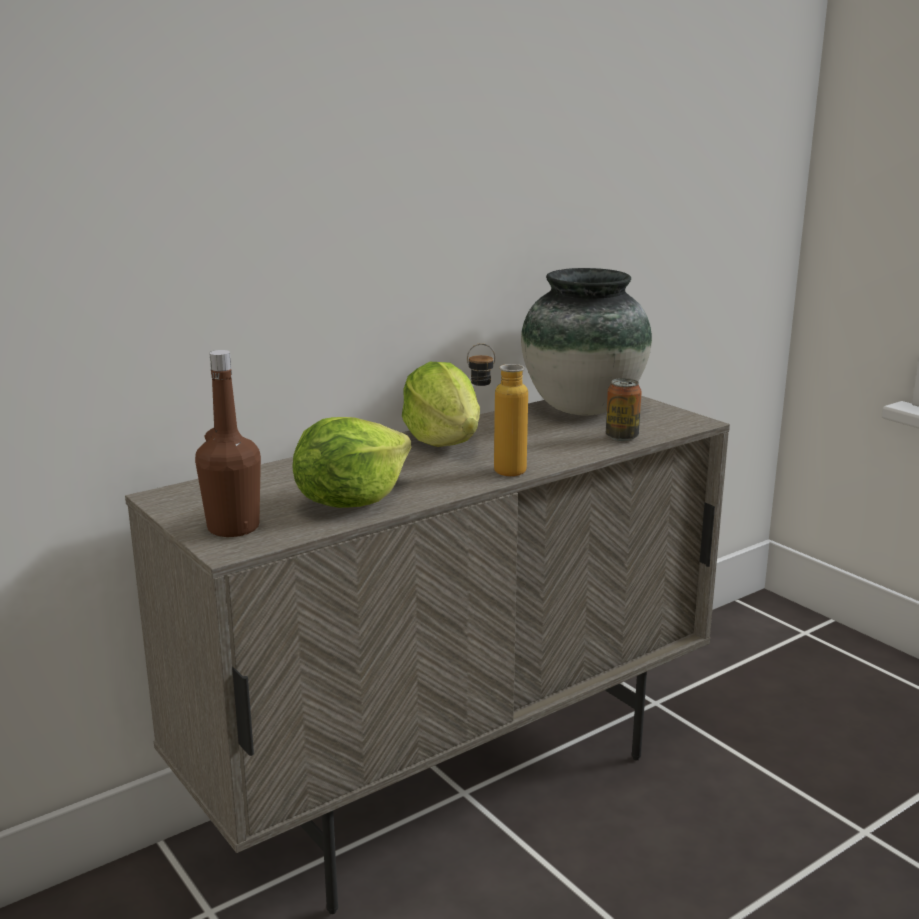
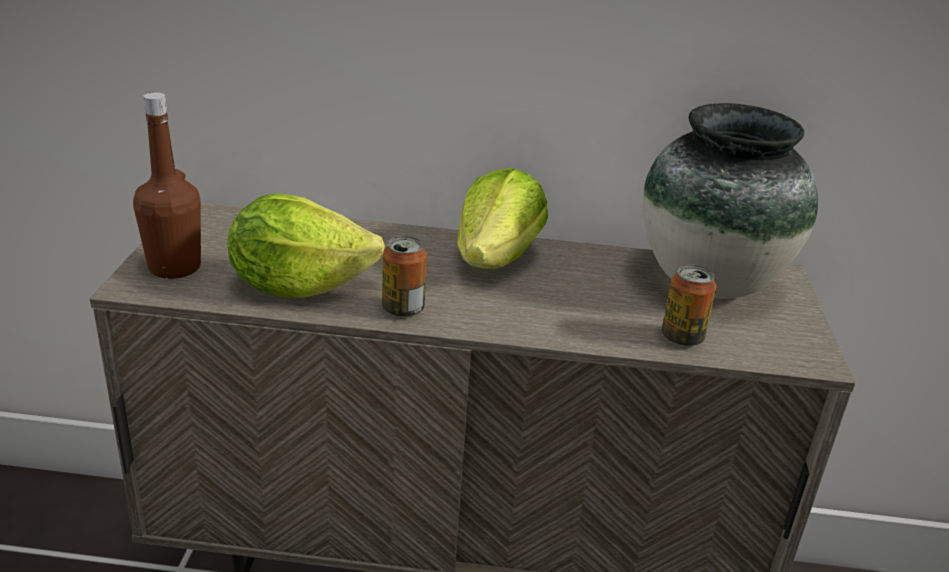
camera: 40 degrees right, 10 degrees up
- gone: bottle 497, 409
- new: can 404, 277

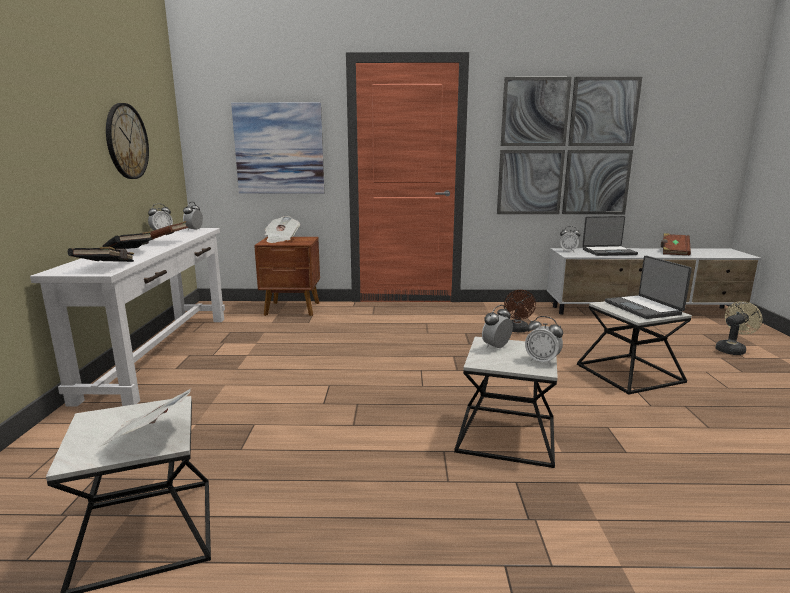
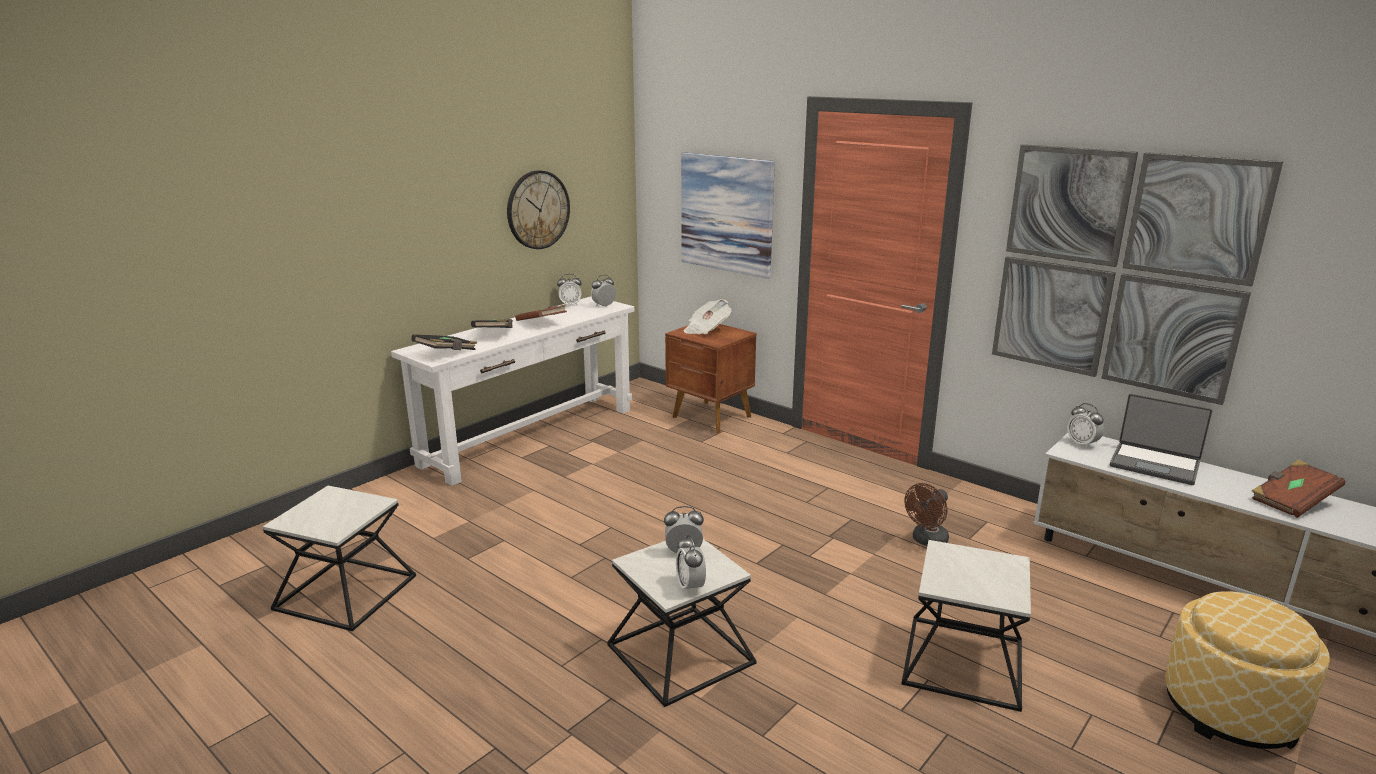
camera: 40 degrees right, 5 degrees up
- gone: laptop 648, 287
- swapped: fan/beige 739, 328 to ottoman 1247, 670
- gone: newspaper 145, 417

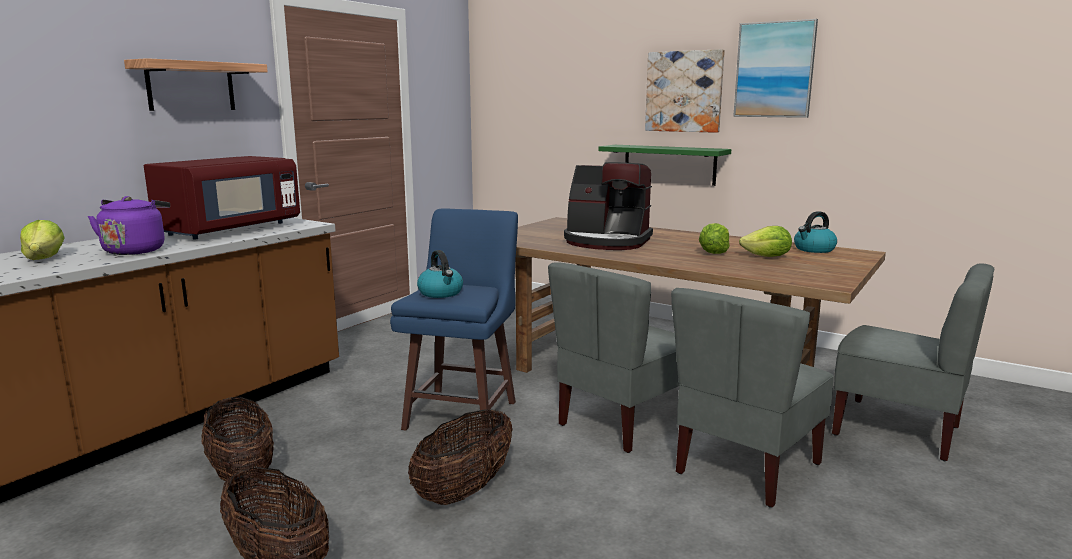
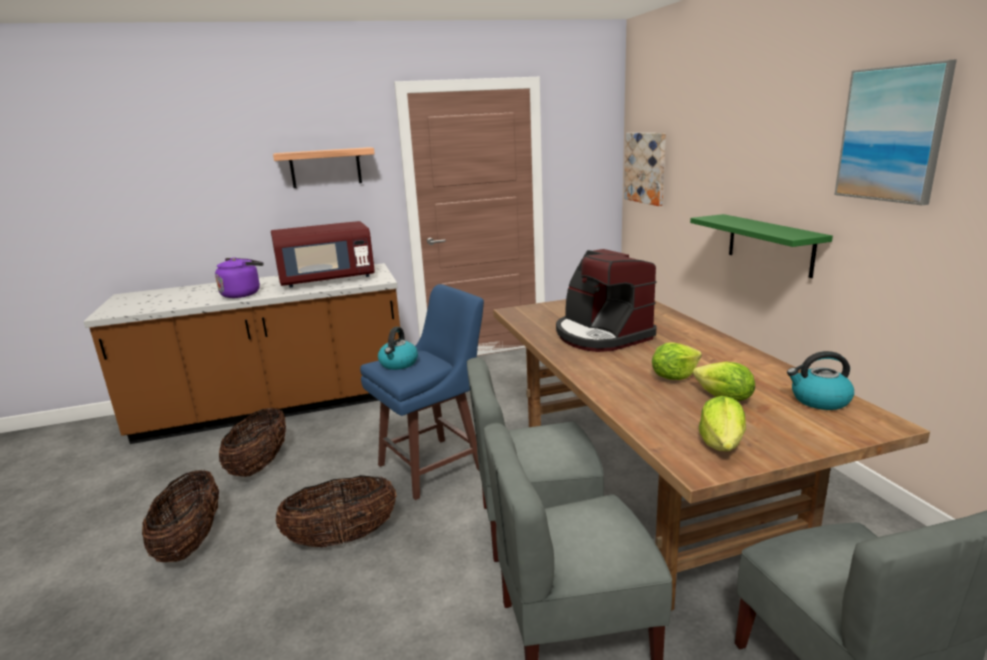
camera: 40 degrees right, 5 degrees up
- shifted: picture 685, 91 to 645, 169
- shifted: lettuce 42, 240 to 722, 423

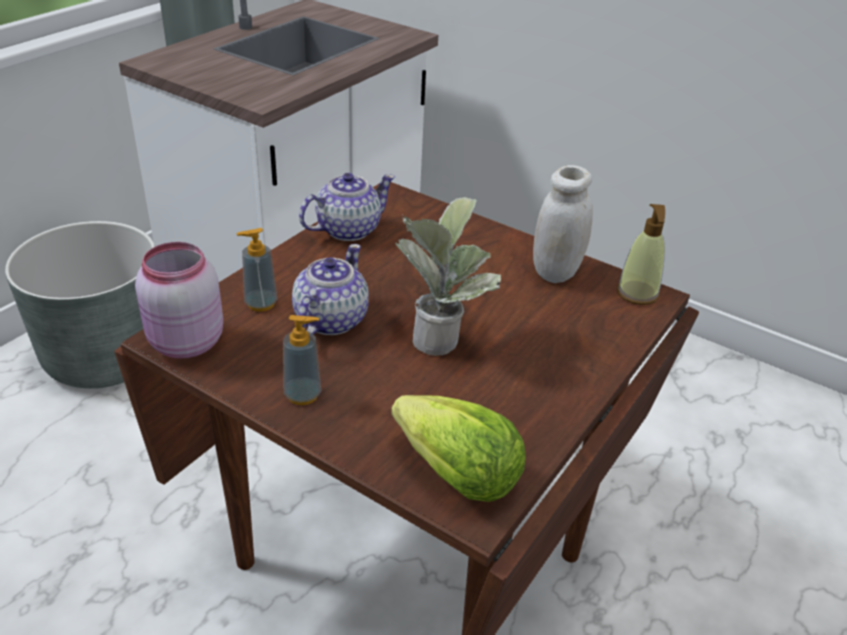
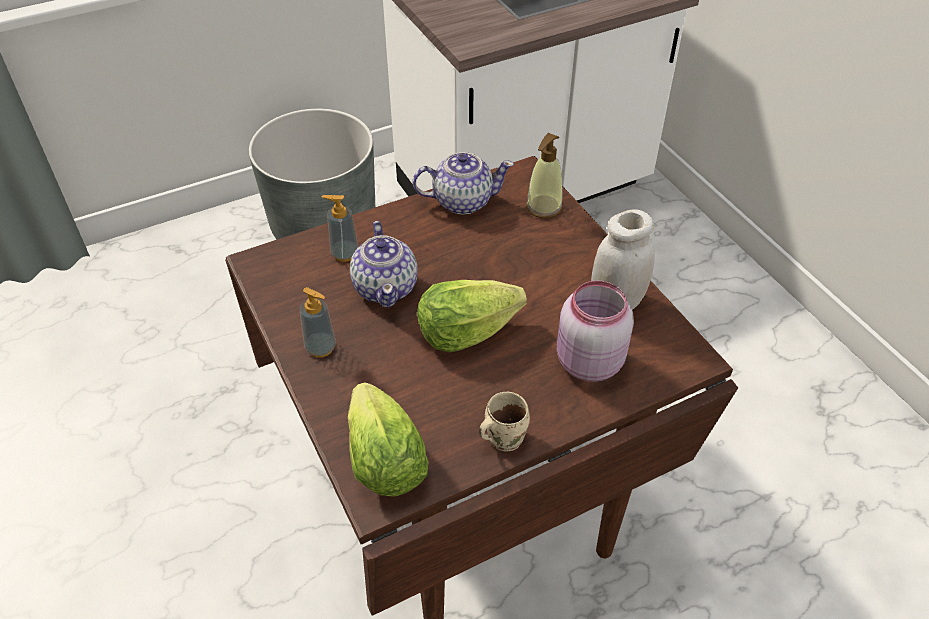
camera: 30 degrees right, 10 degrees up
- swapped: potted plant 448, 276 to lettuce 472, 316
- shifted: soap dispenser 640, 254 to 544, 175
- shifted: jar/pink 179, 300 to 595, 331
- rotated: teapot 330, 289 = 384, 264 120 degrees clockwise
- new: mug/beige 504, 421

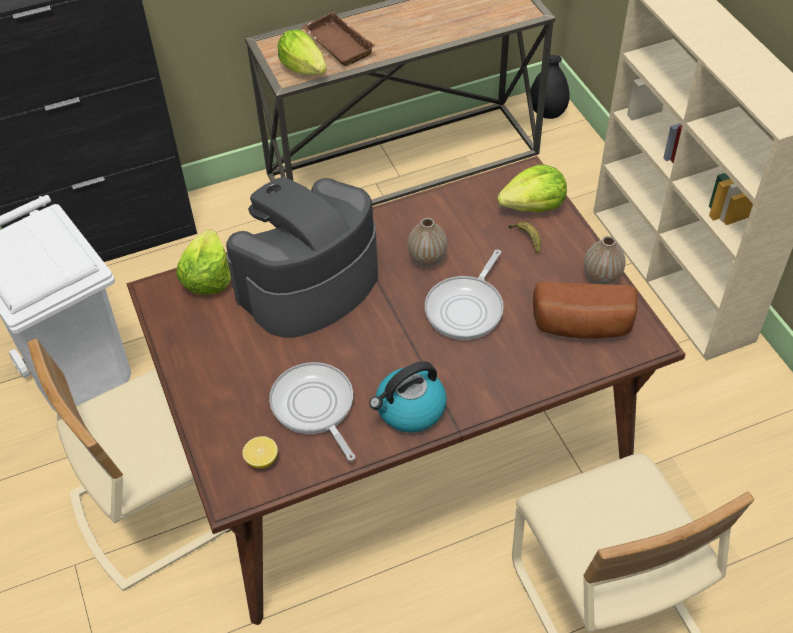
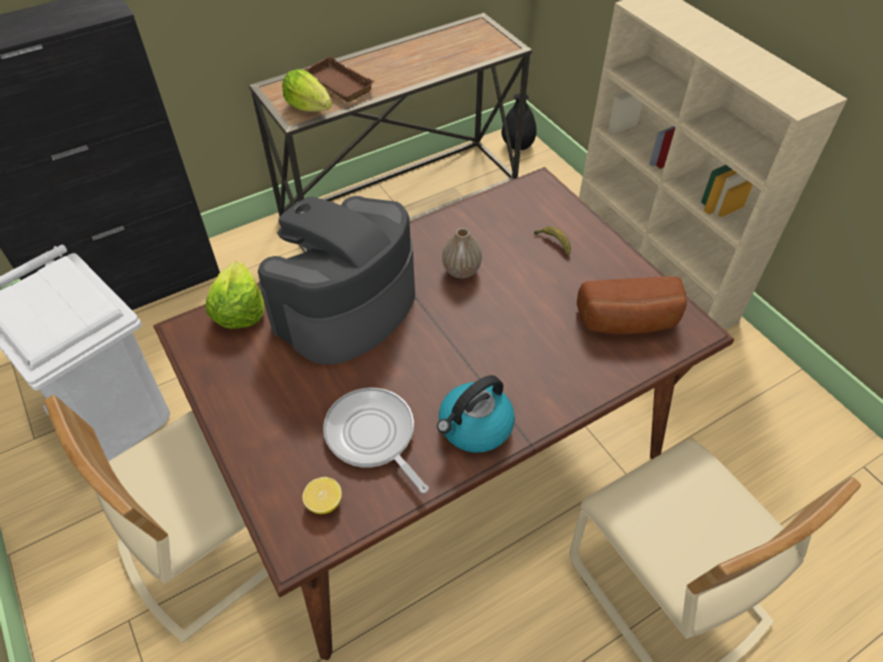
camera: 10 degrees left, 0 degrees up
- gone: lettuce 532, 188
- gone: vase 605, 260
- gone: frying pan 464, 295

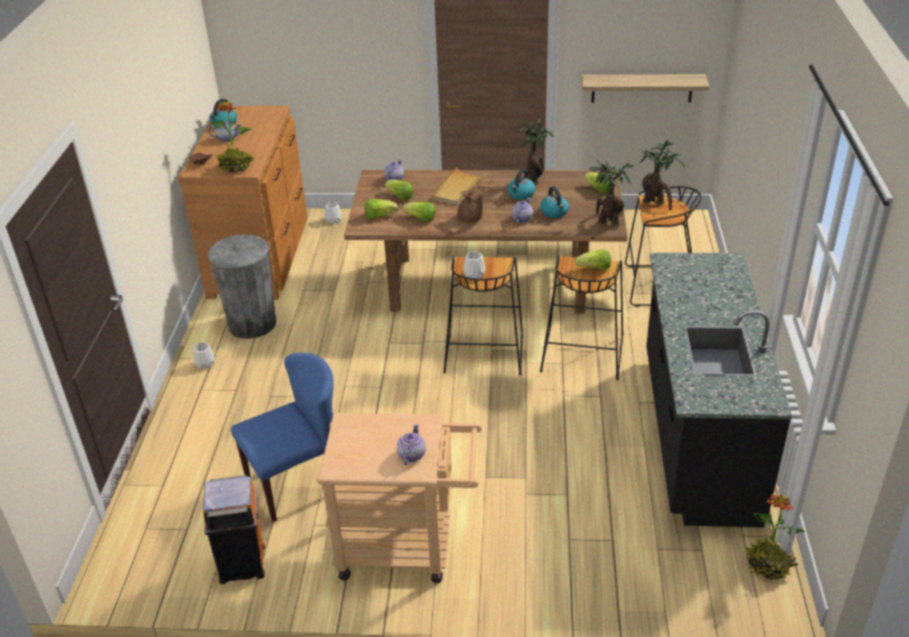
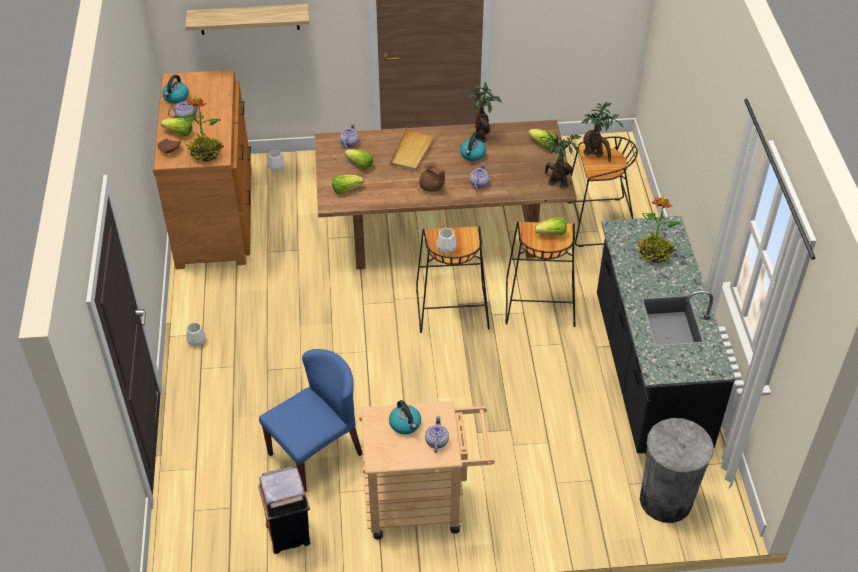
camera: 10 degrees left, 10 degrees up
- shifted: shelf 645, 88 to 247, 19
- shifted: kettle 554, 202 to 405, 417
- shifted: lettuce 419, 212 to 177, 127
- shifted: trash can/grey 242, 286 to 677, 470
- shifted: potted plant 775, 536 to 658, 230

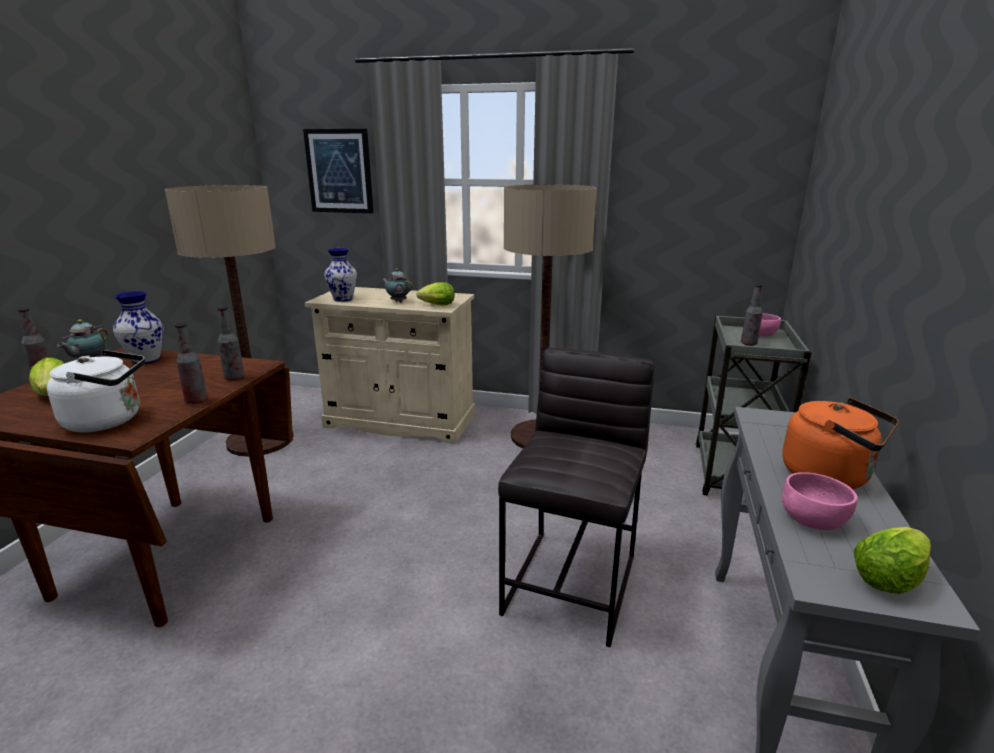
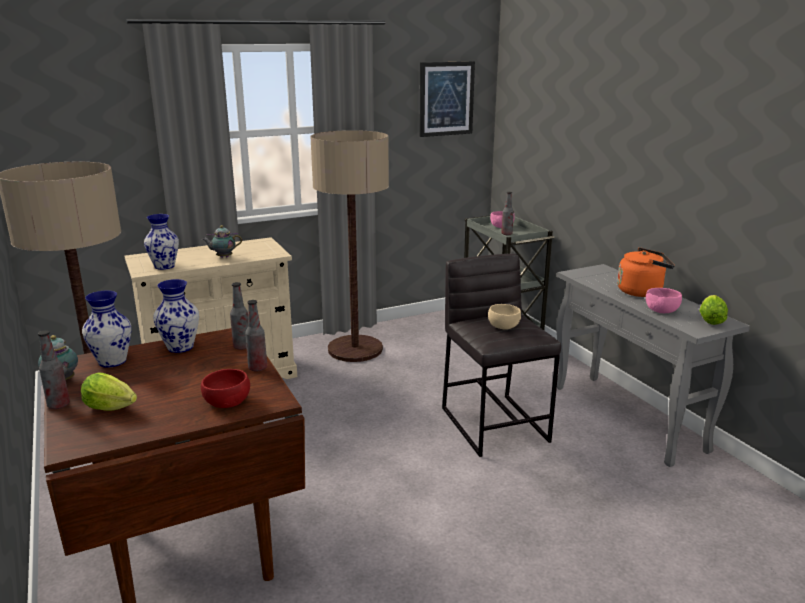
camera: 40 degrees left, 0 degrees up
- shifted: picture 338, 170 to 447, 99
- gone: lettuce 435, 294
- swapped: kettle/white 96, 391 to bowl/red 225, 388
- new: vase 176, 316
- new: bowl/beige 504, 317

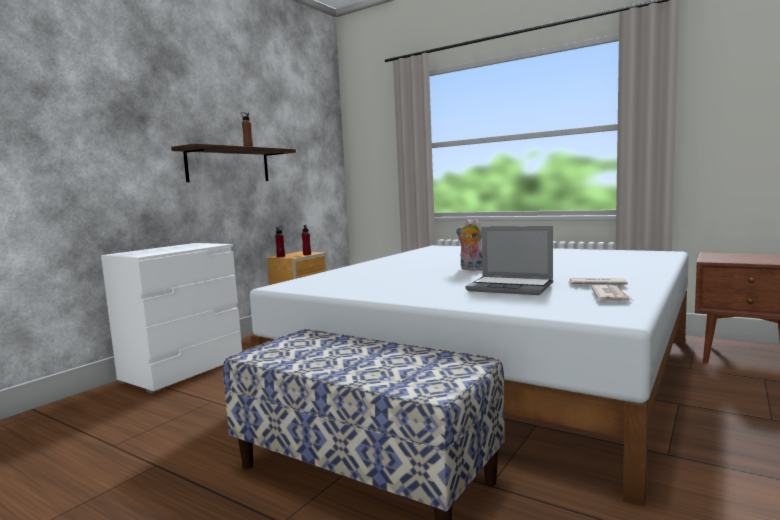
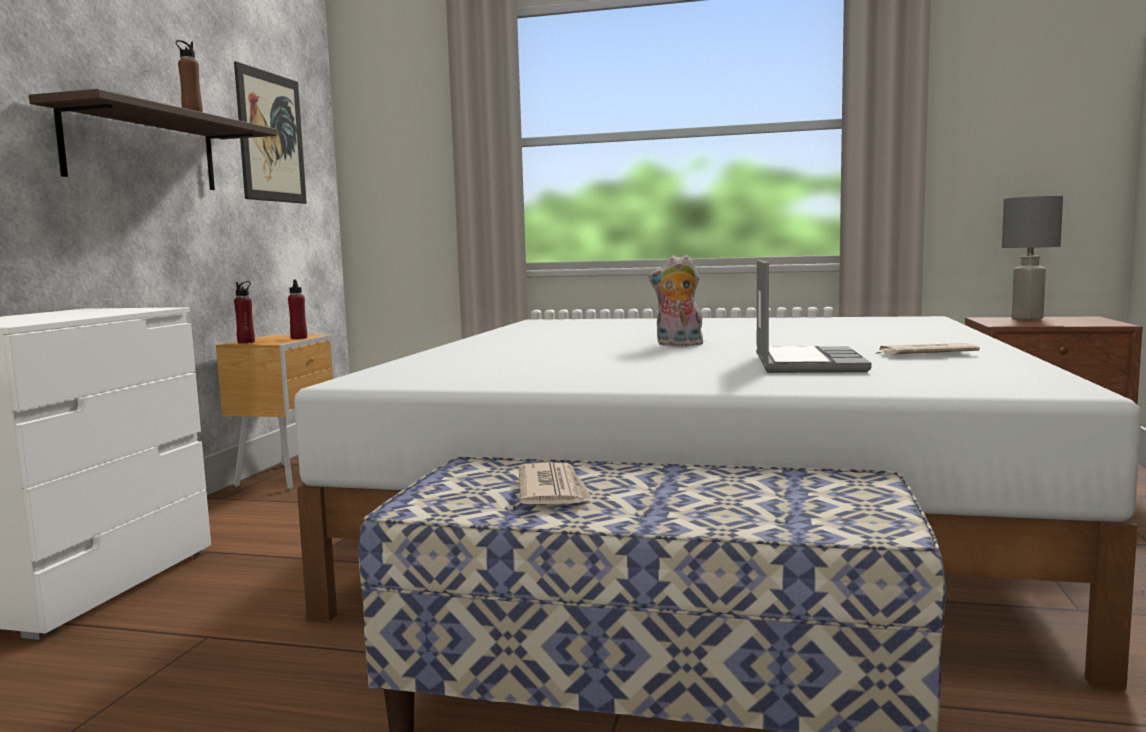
camera: 20 degrees left, 0 degrees up
- rotated: laptop 509, 260 = 814, 316 90 degrees counterclockwise
- shifted: newspaper 612, 293 to 556, 483
- new: picture 270, 132
- new: table lamp/grey 1032, 258

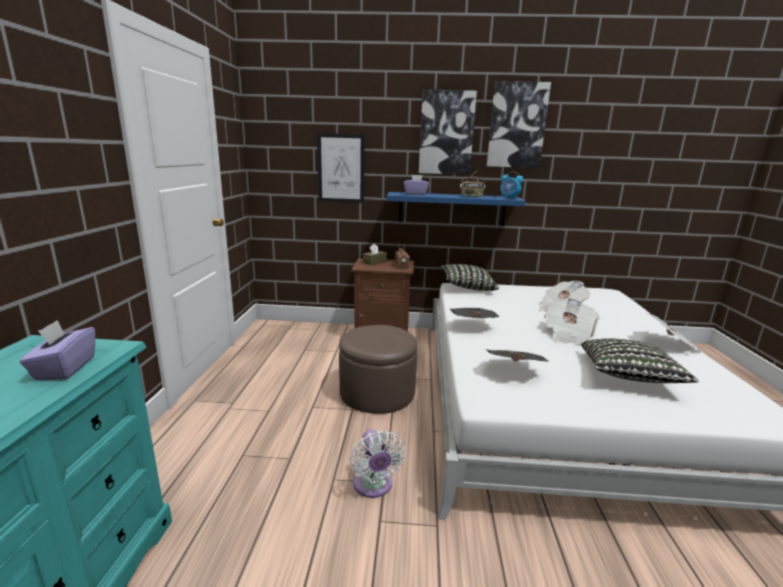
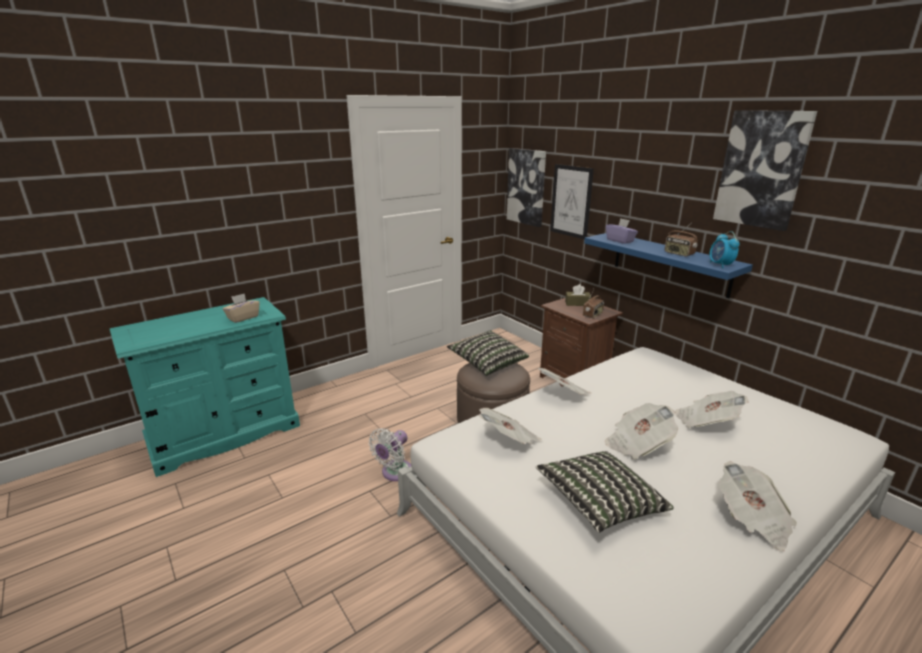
camera: 50 degrees right, 5 degrees up
- shifted: picture 448, 132 to 526, 187
- shifted: pillow 470, 277 to 488, 353
- repainted: tissue box/purple 57, 350 to tissue box/beige 241, 308

